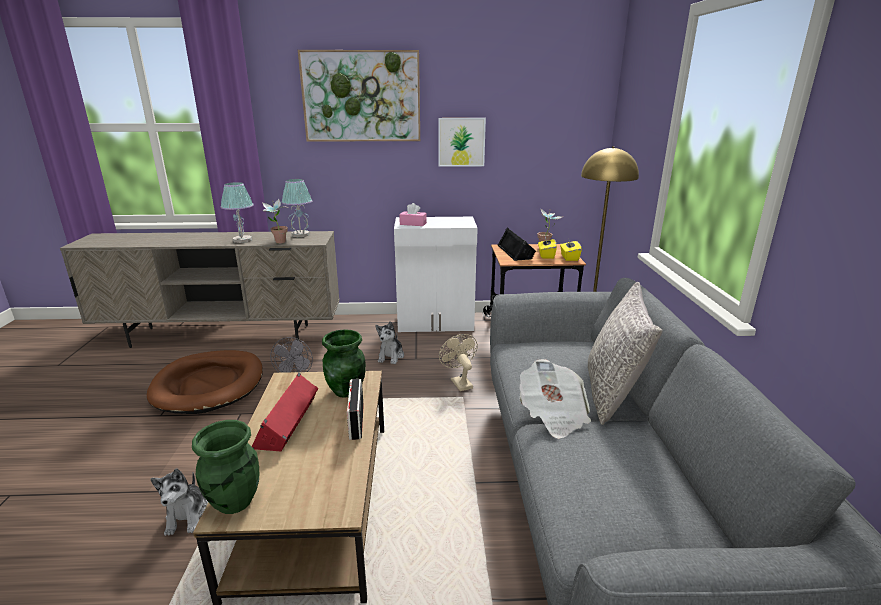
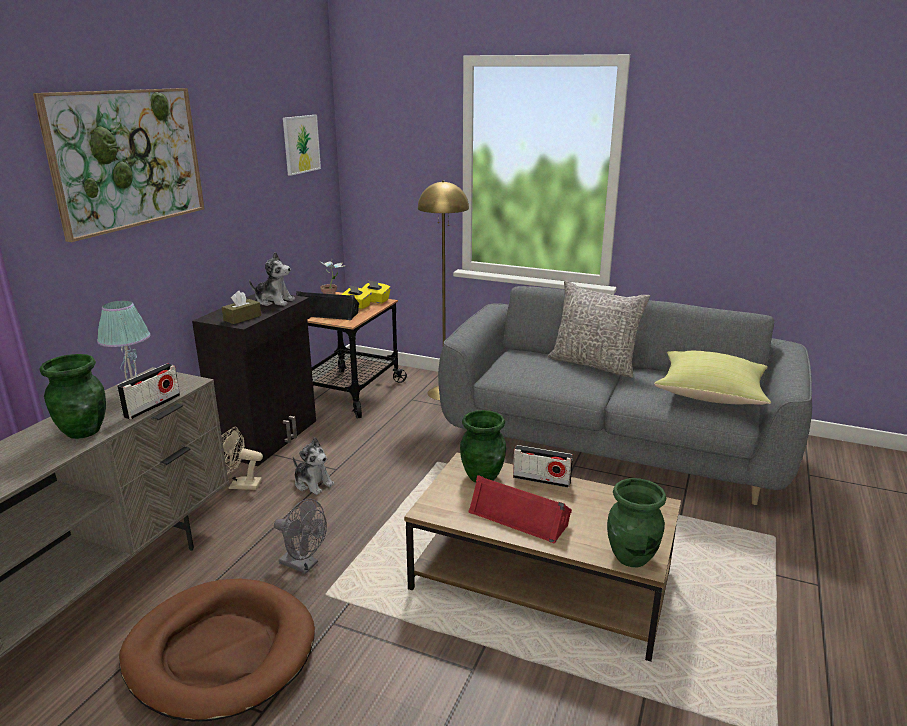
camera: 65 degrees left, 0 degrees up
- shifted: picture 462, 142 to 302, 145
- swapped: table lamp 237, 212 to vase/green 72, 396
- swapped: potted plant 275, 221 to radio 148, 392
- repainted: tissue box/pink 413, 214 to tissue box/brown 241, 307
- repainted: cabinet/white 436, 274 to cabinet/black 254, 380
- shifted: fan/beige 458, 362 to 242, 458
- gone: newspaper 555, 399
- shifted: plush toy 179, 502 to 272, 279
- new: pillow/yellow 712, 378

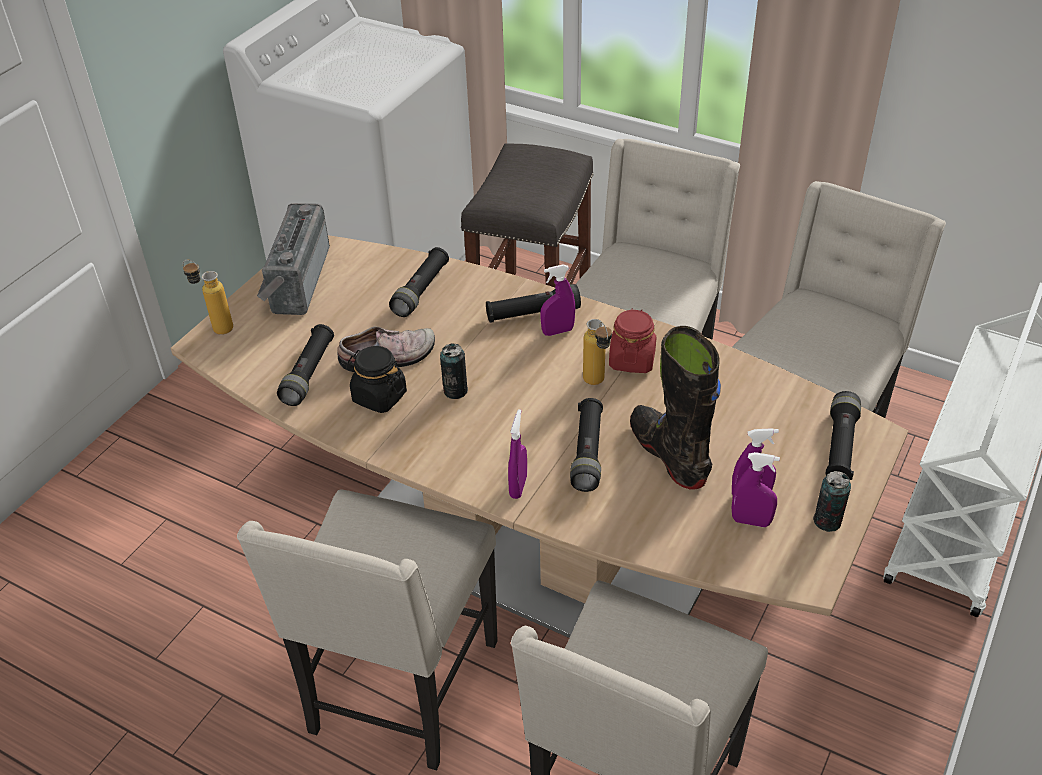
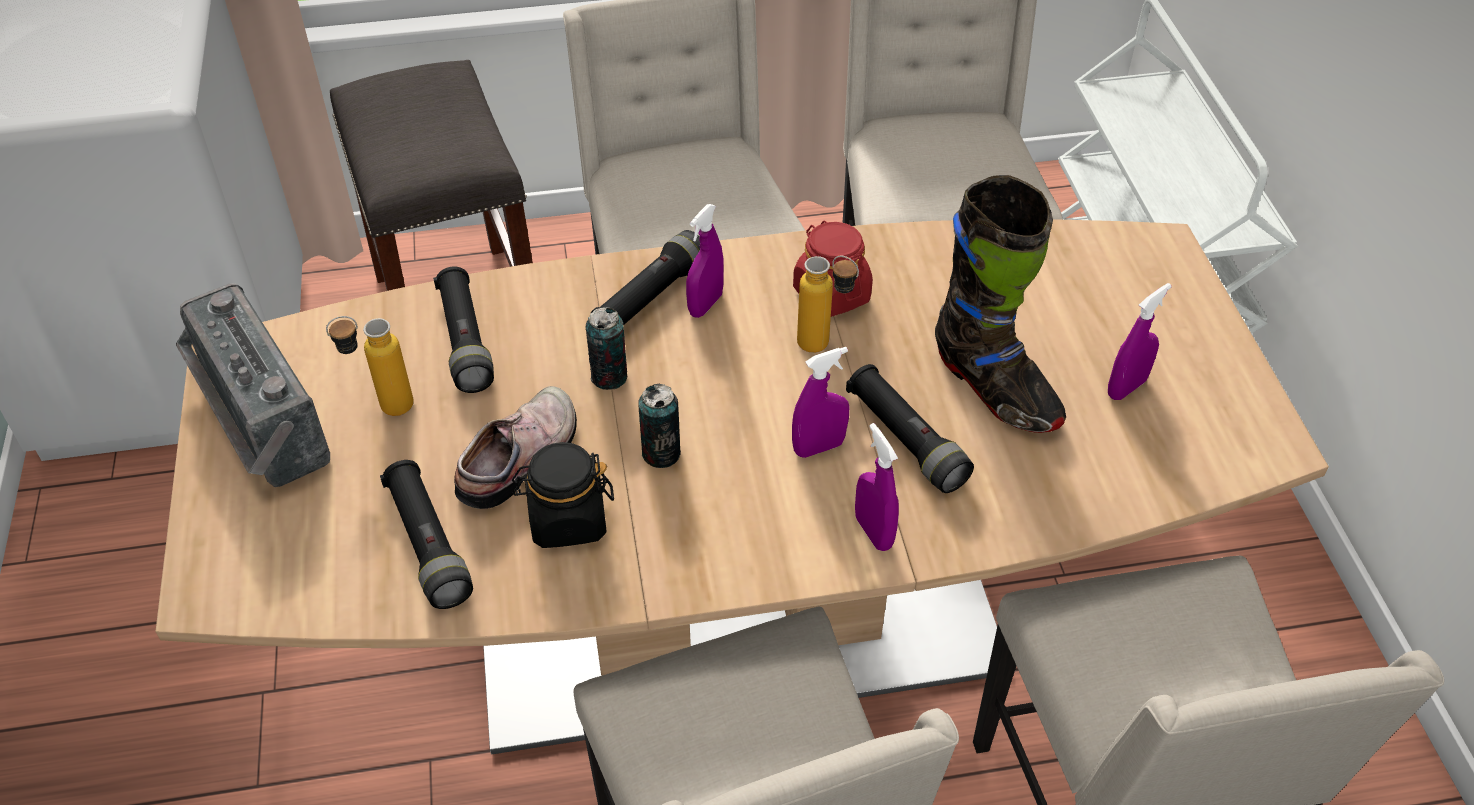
camera: 40 degrees left, 5 degrees up
- shifted: bottle 208, 297 to 370, 366
- rotated: boot/black 675, 408 = 1000, 304 150 degrees counterclockwise
- gone: flashlight/black 843, 435
- shifted: spray bottle/purple 756, 489 to 820, 402
- shifted: can 832, 501 to 606, 348

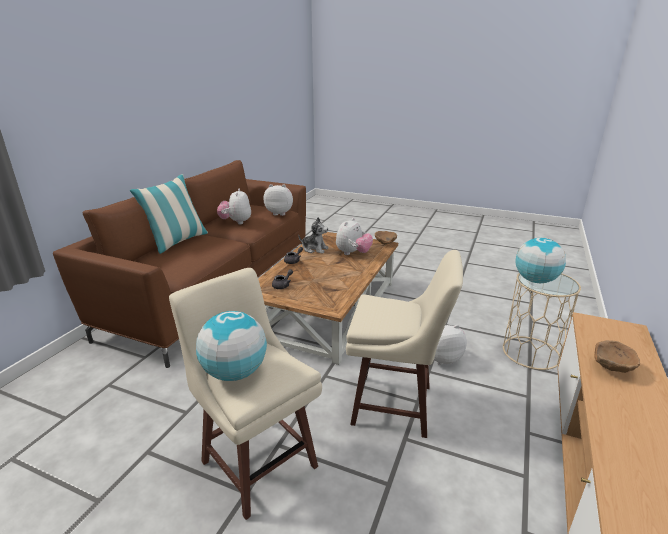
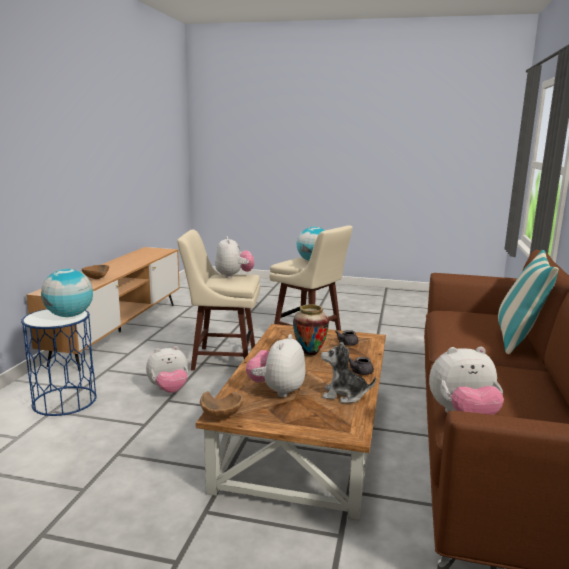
camera: 170 degrees right, 10 degrees down
- shifted: plush toy 234, 206 to 234, 257
- repainted: side table/beige 542, 321 to side table/blue 59, 362
- new: vase 311, 330

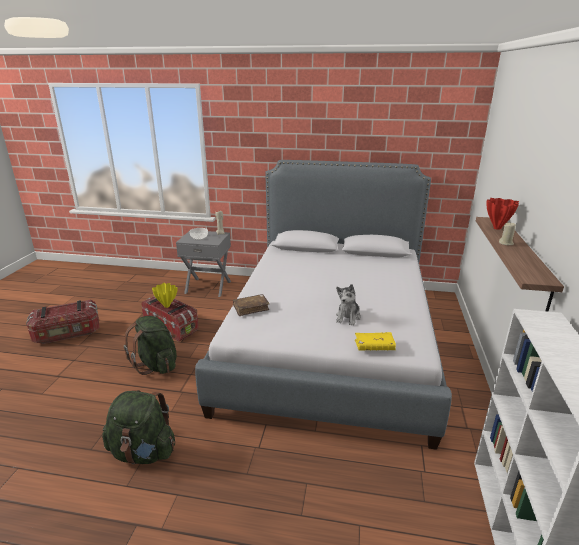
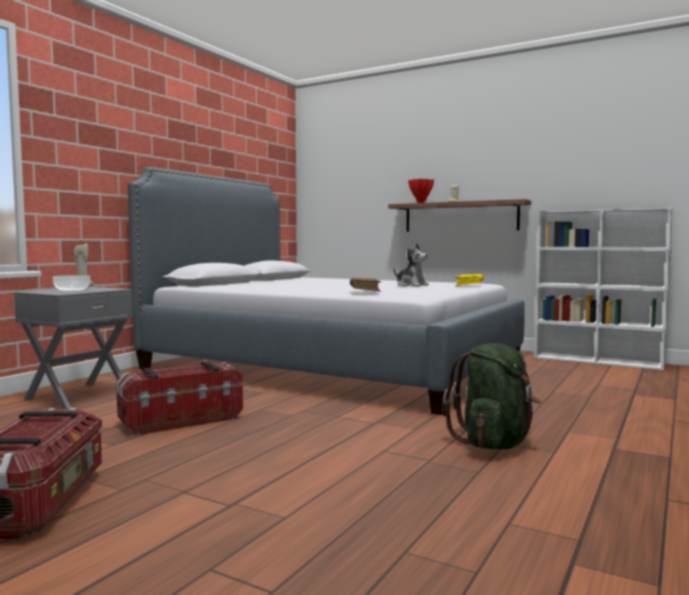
camera: 70 degrees left, 20 degrees down
- gone: vase/yellow 164, 295
- gone: backpack/green 150, 345

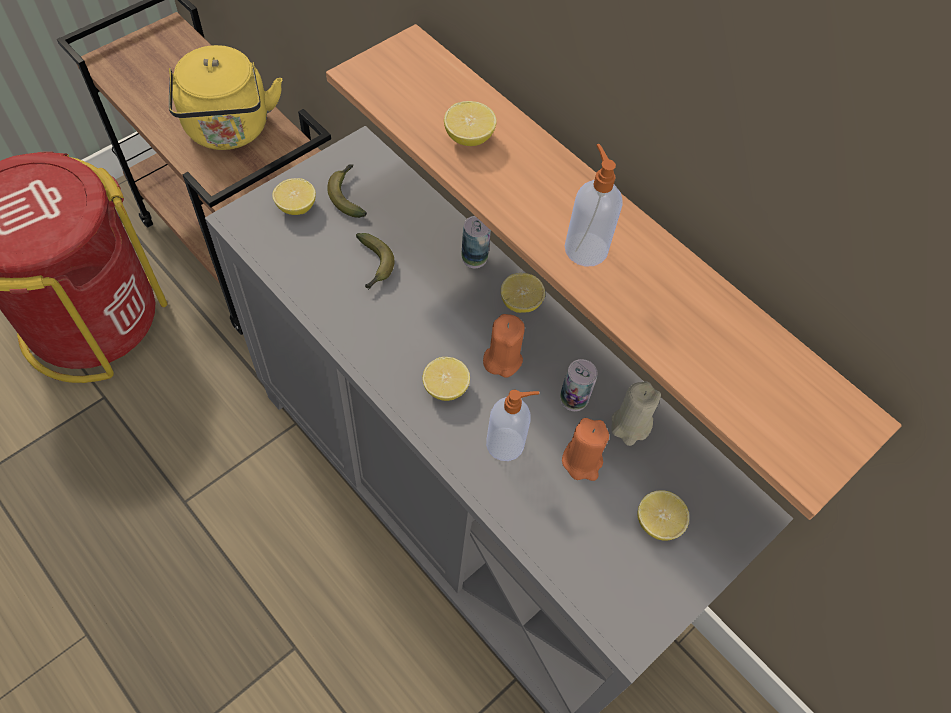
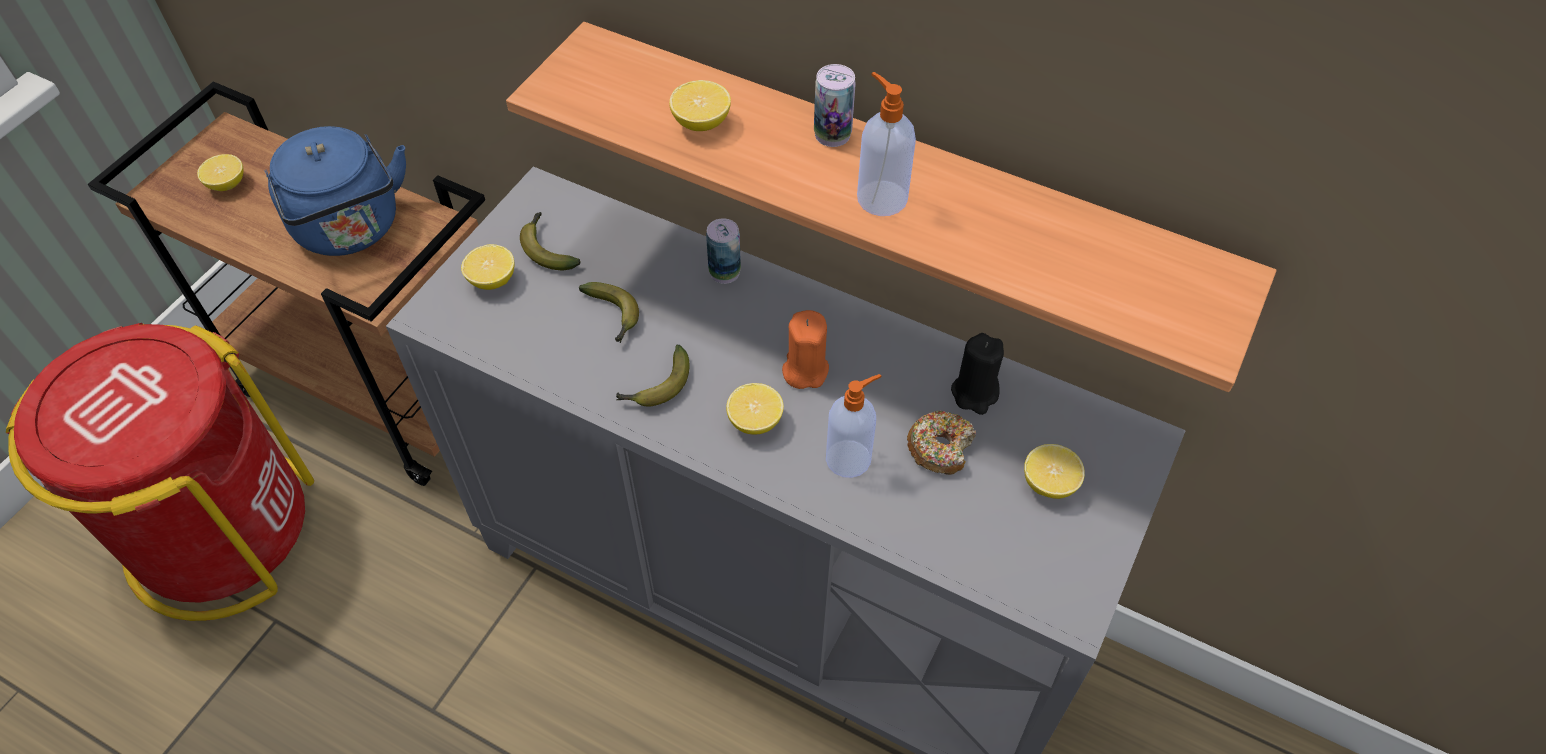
camera: 15 degrees left, 5 degrees down
- repainted: kettle/yellow 225, 97 to kettle/blue 335, 191
- shifted: lemon 523, 293 to 220, 172
- shifted: can 578, 385 to 835, 105
- repainted: candle/beige 636, 413 to candle/black 977, 374
- swapped: candle/orange 585, 449 to donut 941, 442
- new: banana 652, 375

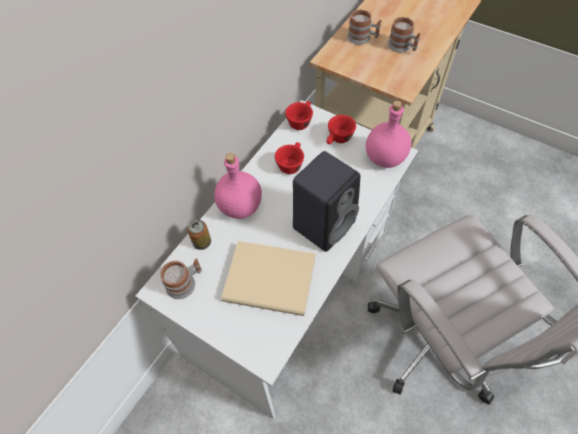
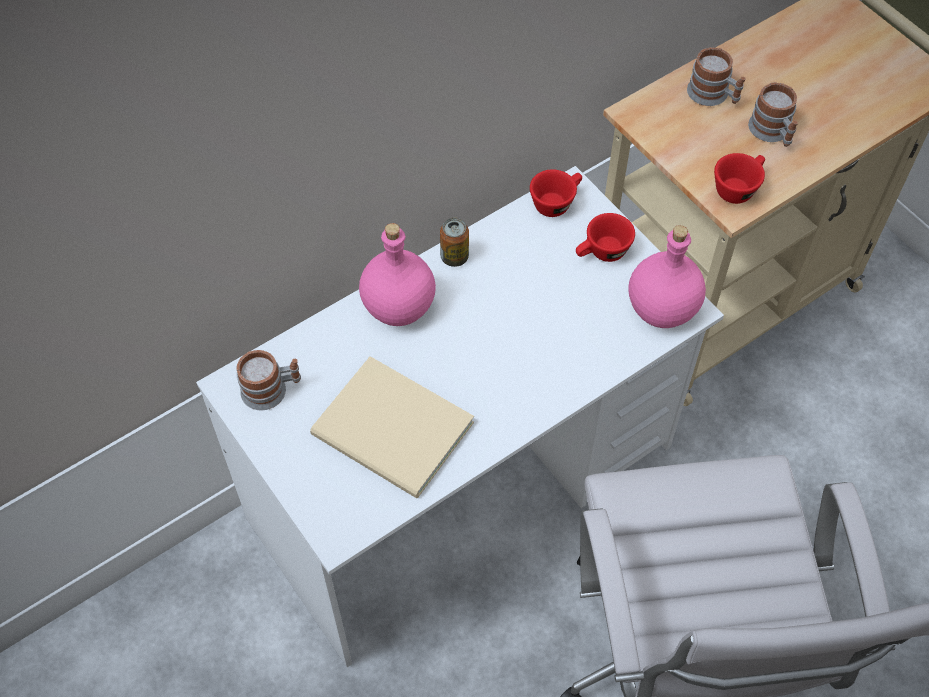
camera: 20 degrees right, 0 degrees up
- shifted: cup/red 289, 158 to 739, 178
- gone: speaker/black 326, 201
- shifted: can 199, 234 to 454, 242

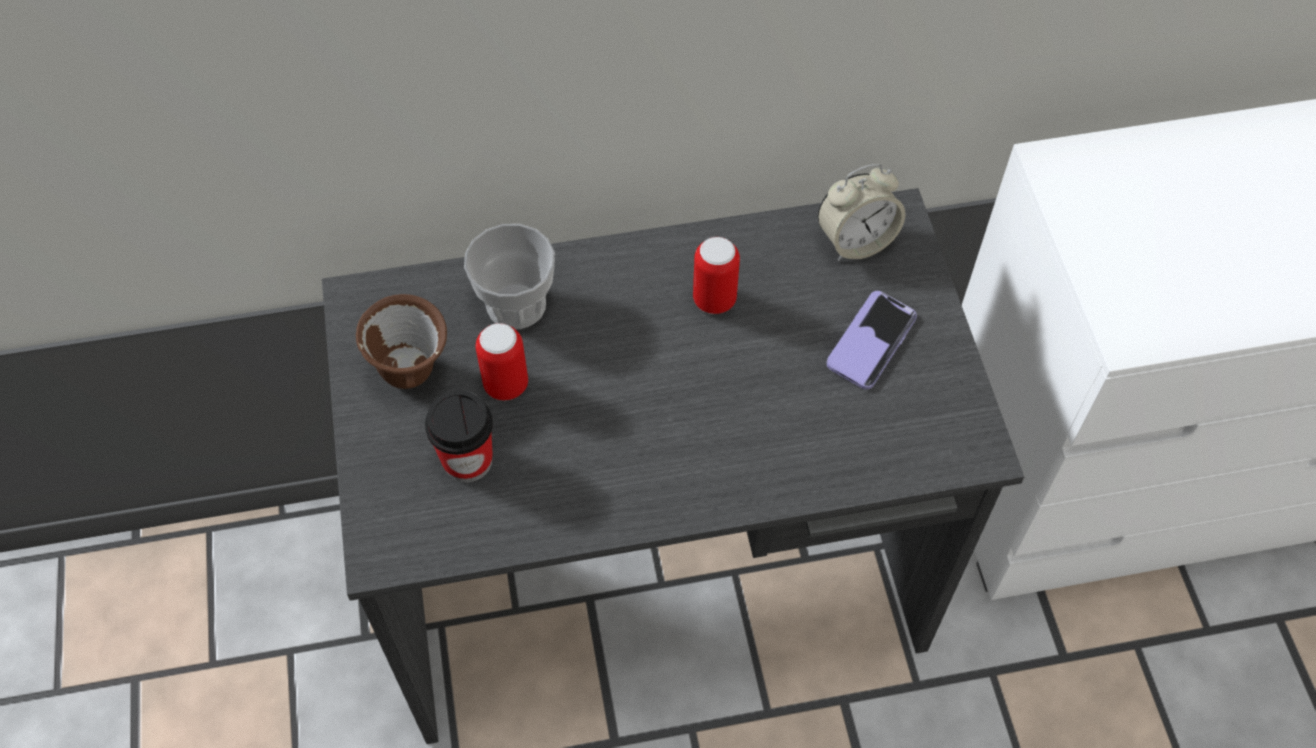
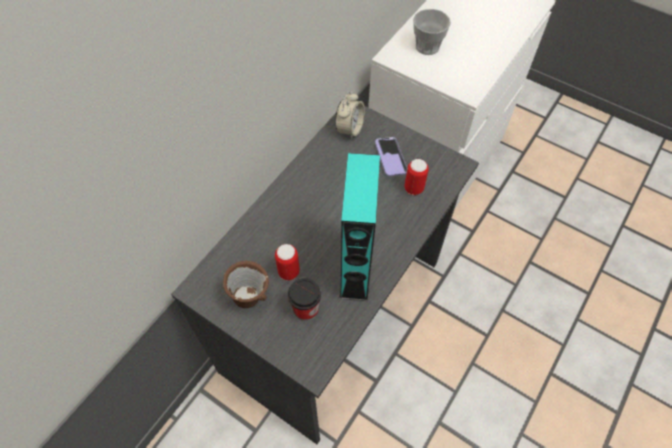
camera: 45 degrees left, 0 degrees up
- shifted: cup 509, 276 to 432, 32
- shifted: can 716, 275 to 416, 177
- new: speaker/turquoise 359, 227

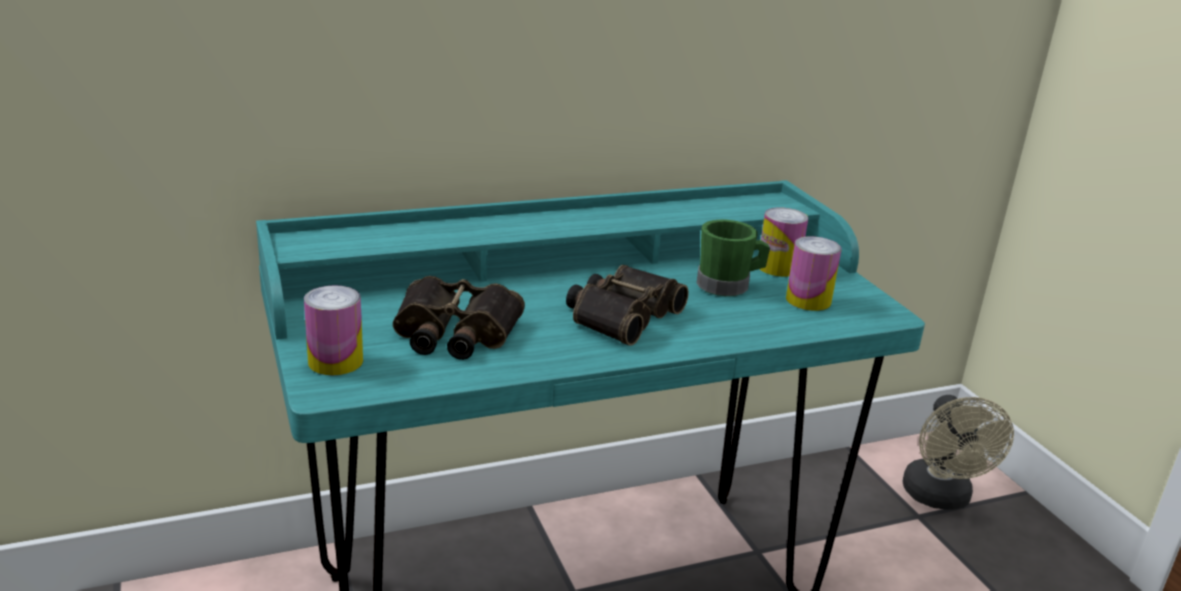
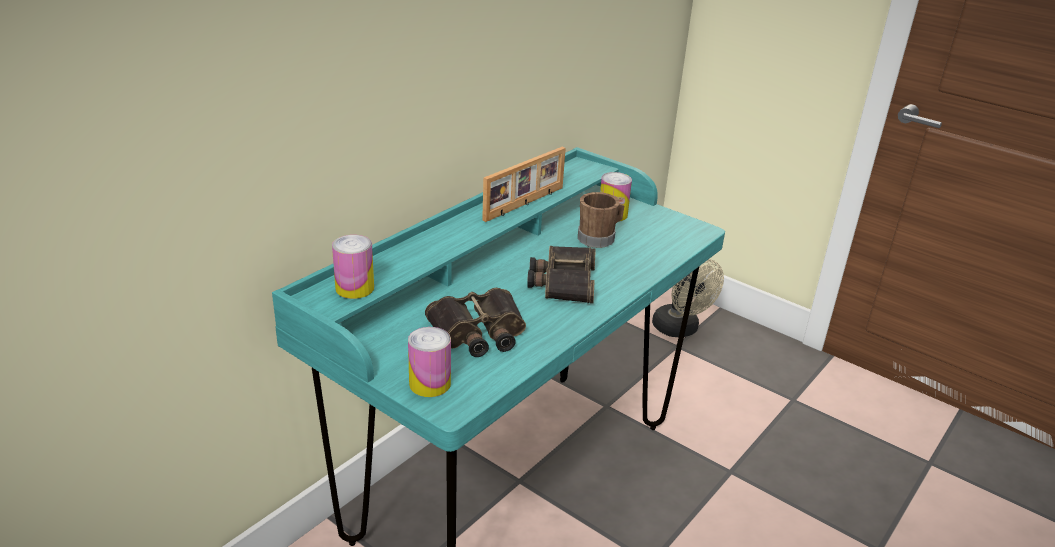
camera: 30 degrees left, 5 degrees up
- repainted: mug/green 733, 257 to mug/brown 601, 220
- shifted: can 813, 273 to 353, 267
- new: picture frame 524, 184

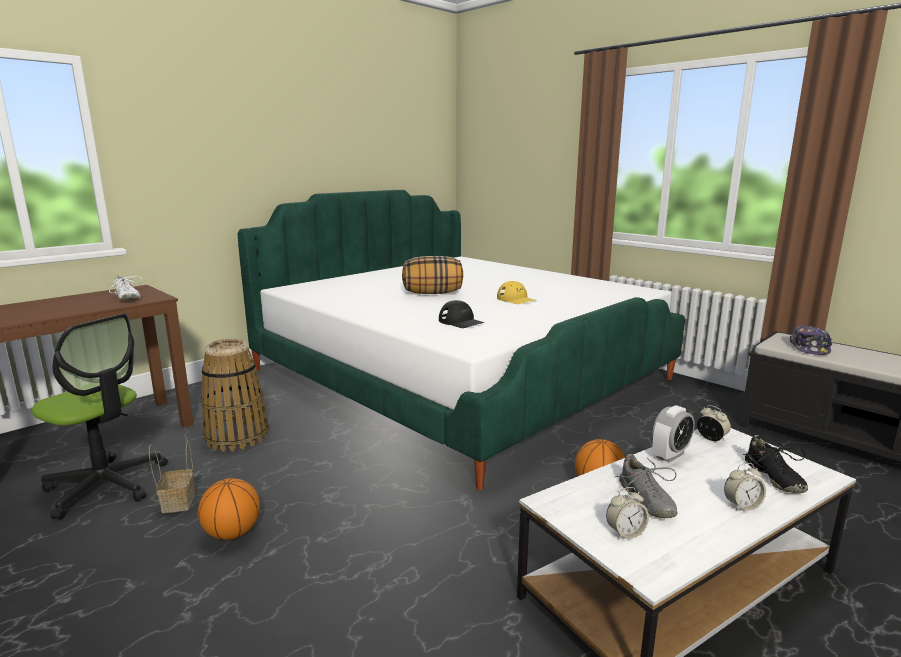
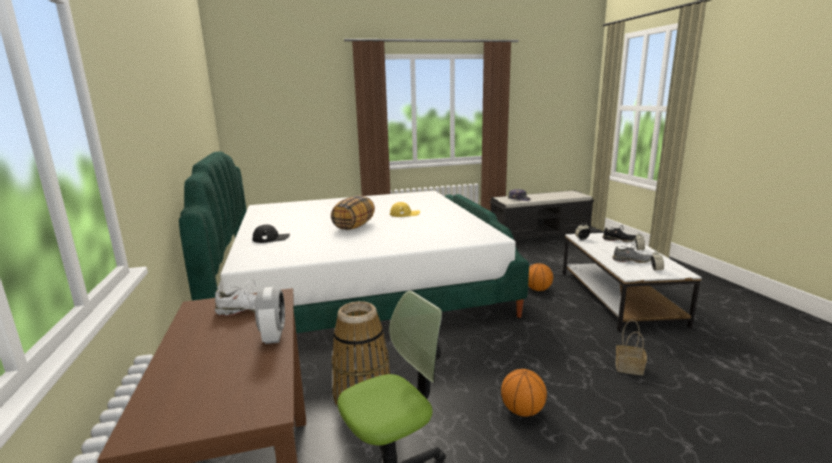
camera: 60 degrees left, 0 degrees up
- shifted: cap/black 462, 314 to 271, 234
- shifted: alarm clock 673, 434 to 270, 315
- shifted: basket 172, 477 to 631, 347

